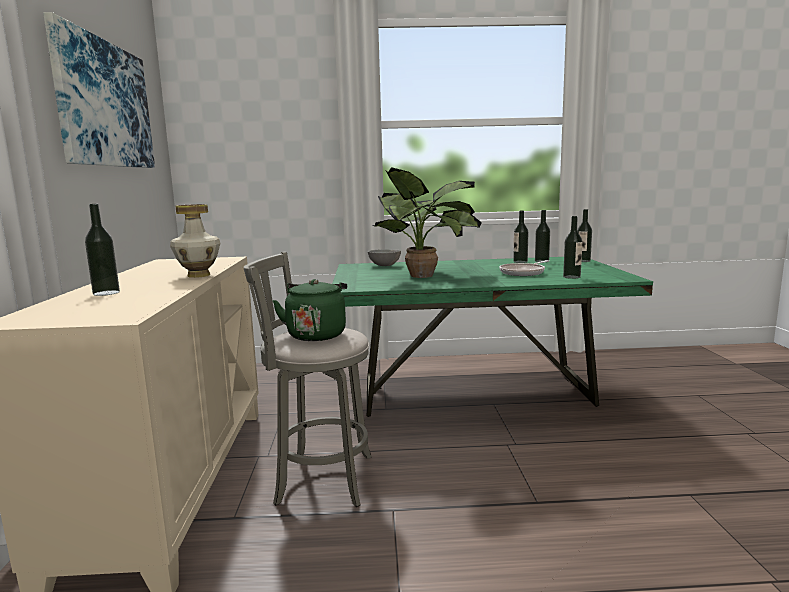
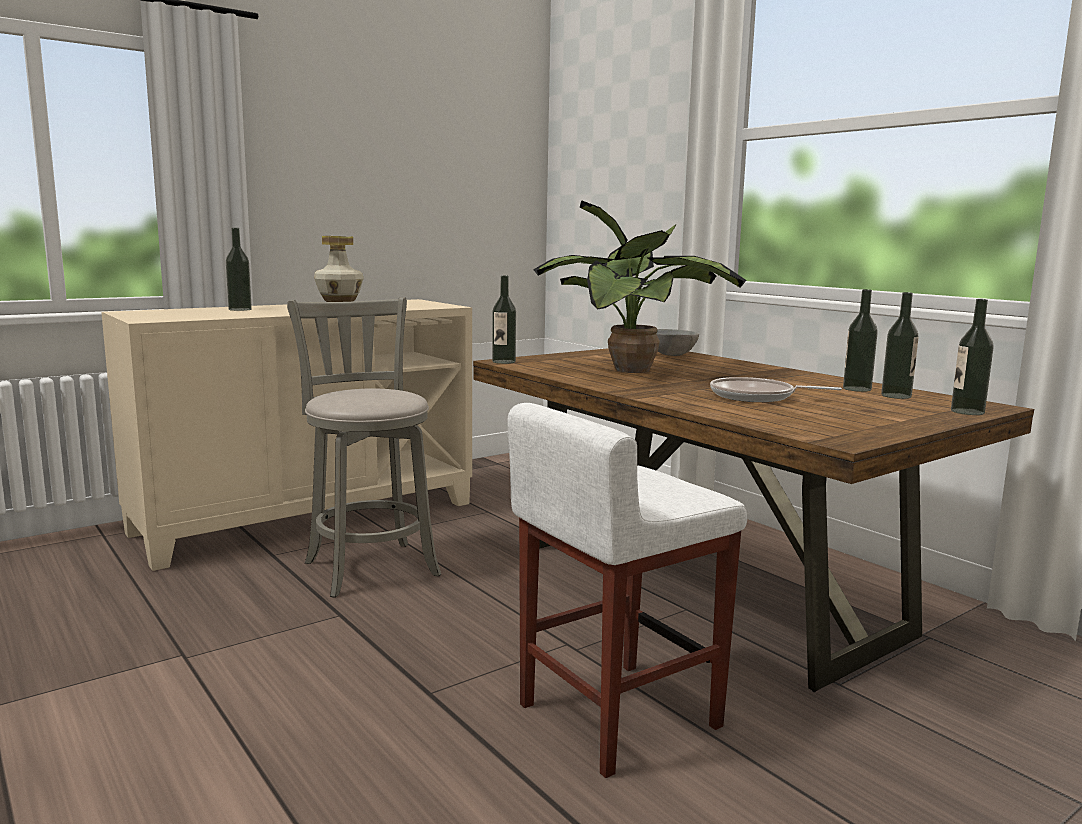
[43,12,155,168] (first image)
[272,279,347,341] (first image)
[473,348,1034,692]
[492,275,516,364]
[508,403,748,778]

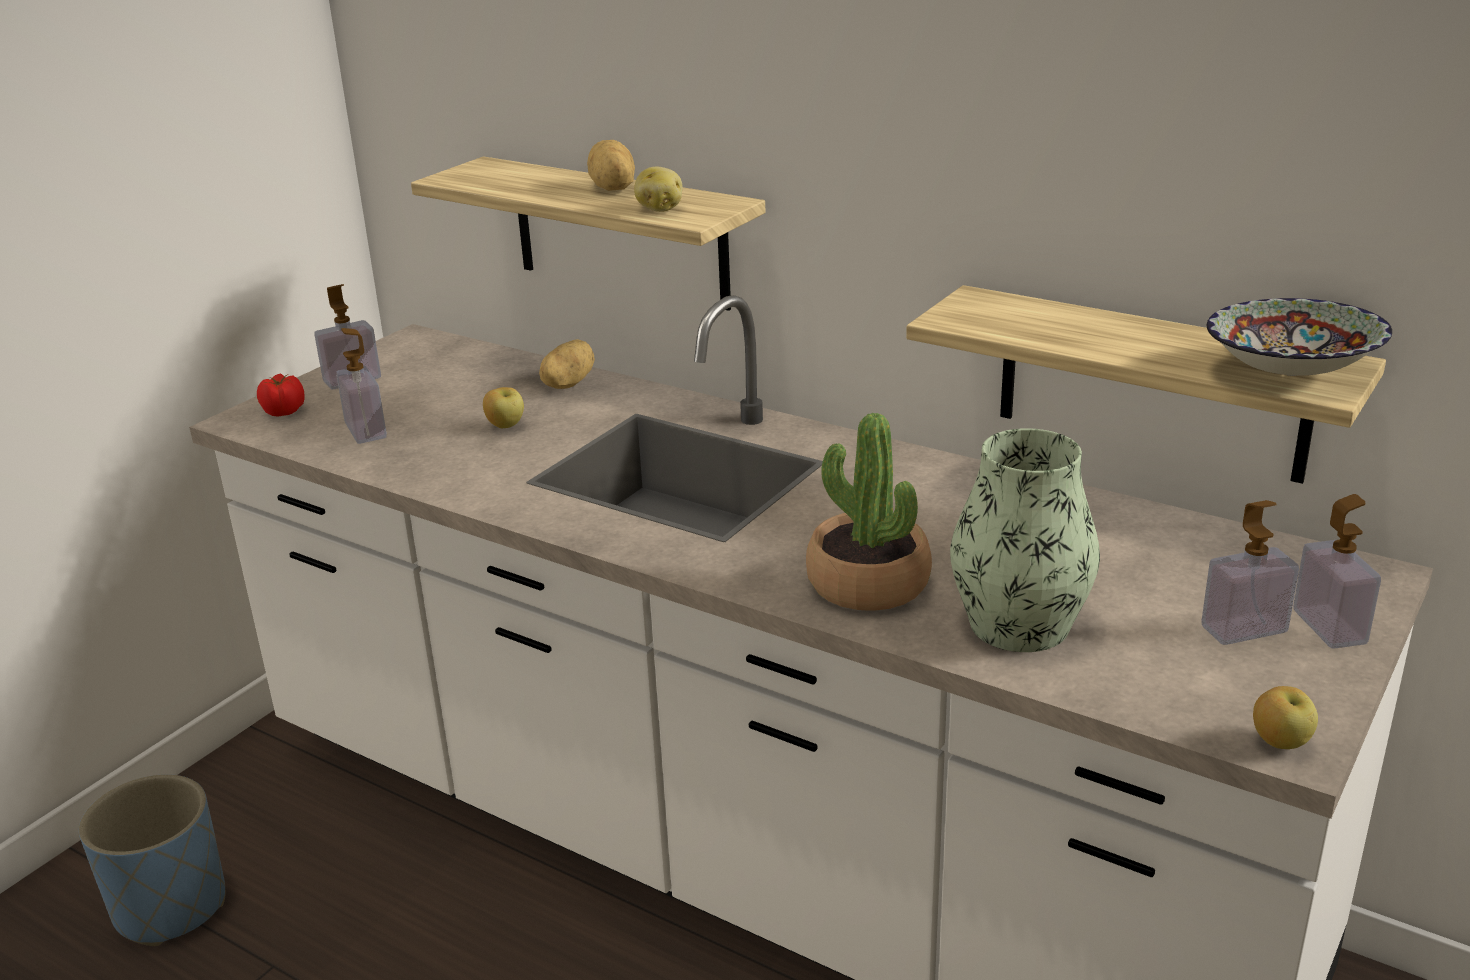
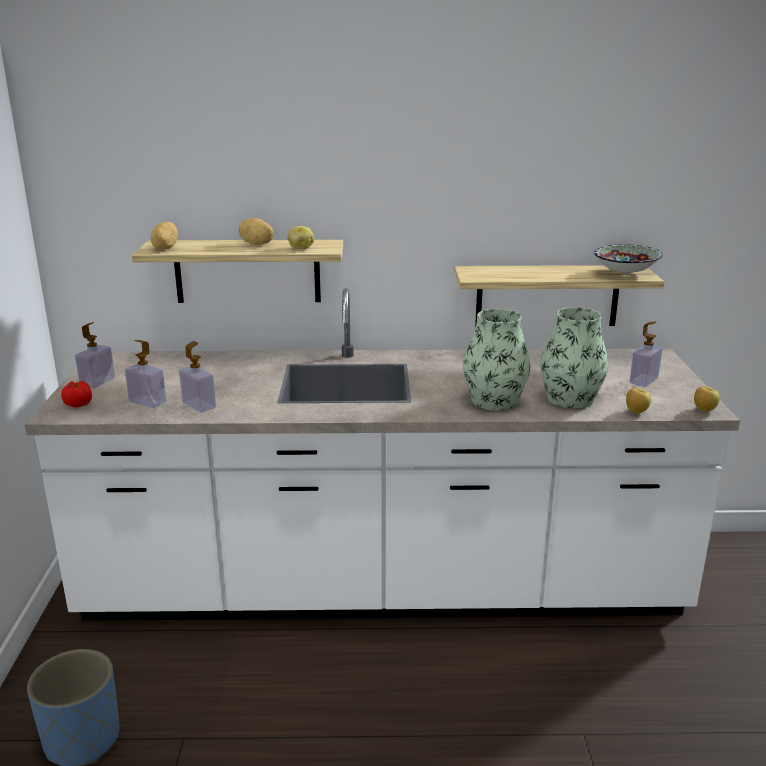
[626,388,651,413]
[151,222,178,249]
[463,309,531,411]
[179,341,216,412]

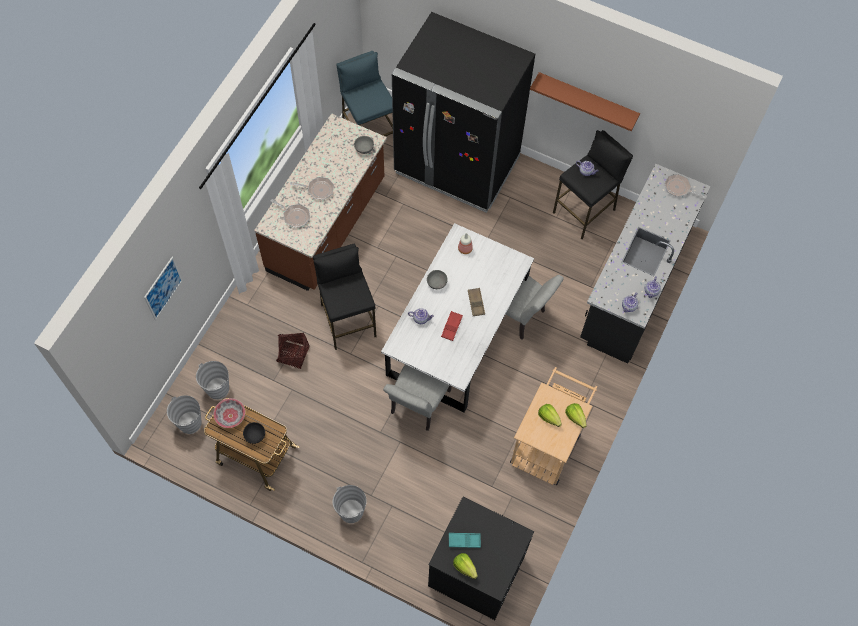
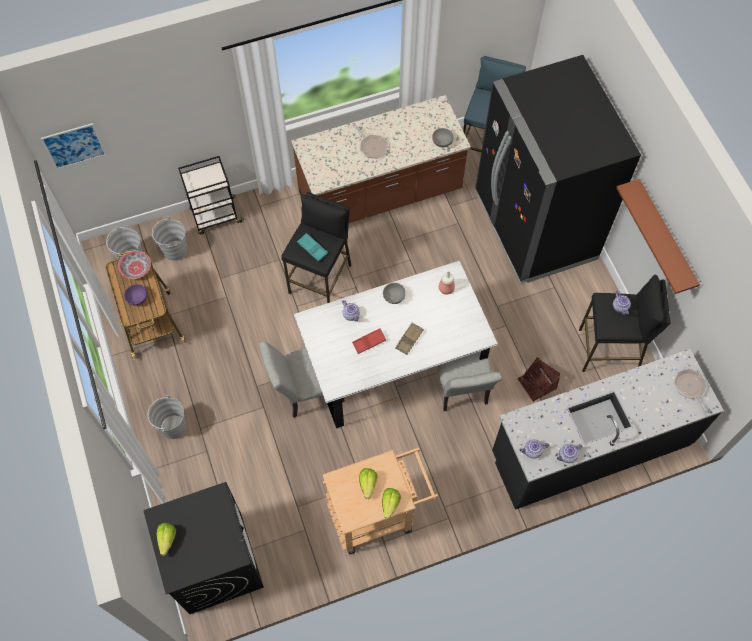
[41,123,106,170]
[124,284,147,305]
[271,199,310,228] (first image)
[518,357,560,402]
[297,233,328,262]
[178,156,244,235]

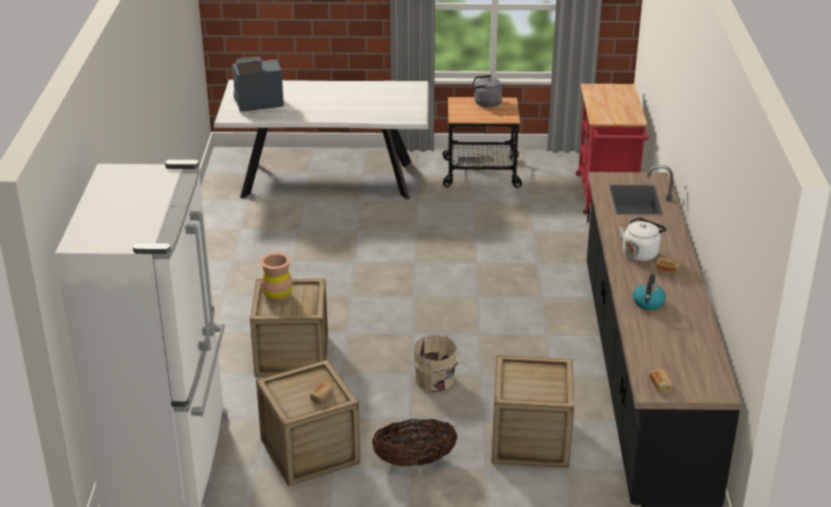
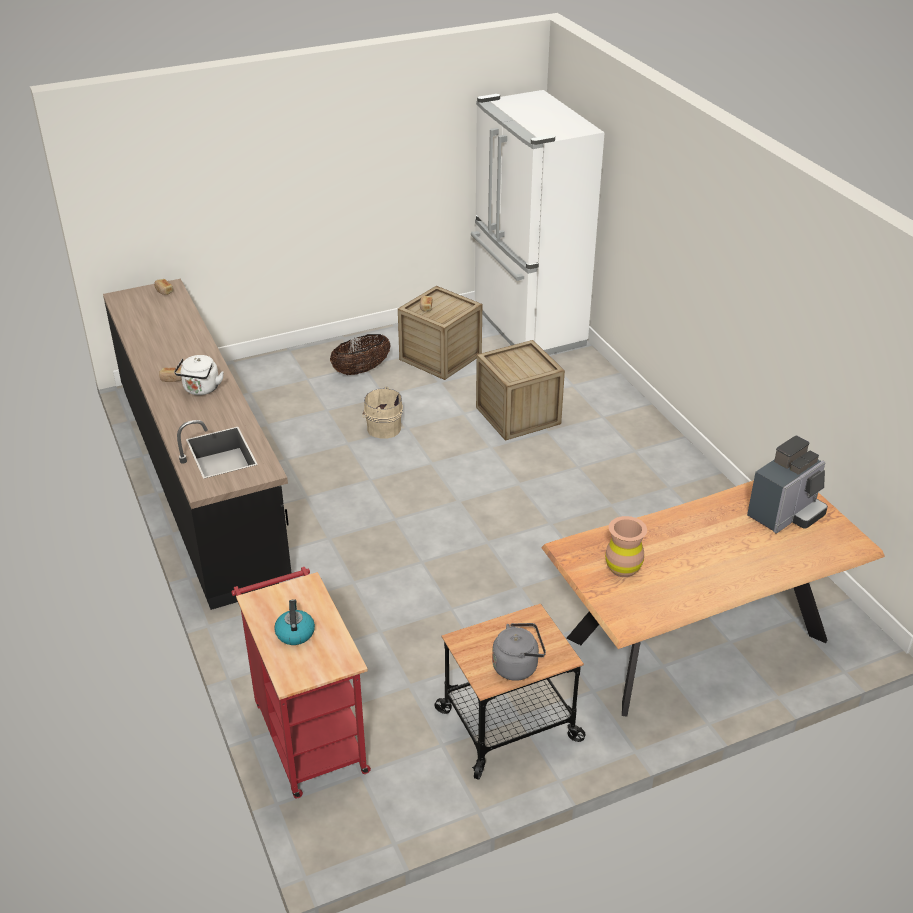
[541,480,885,716]
[605,516,647,577]
[492,355,574,468] (first image)
[274,599,315,645]

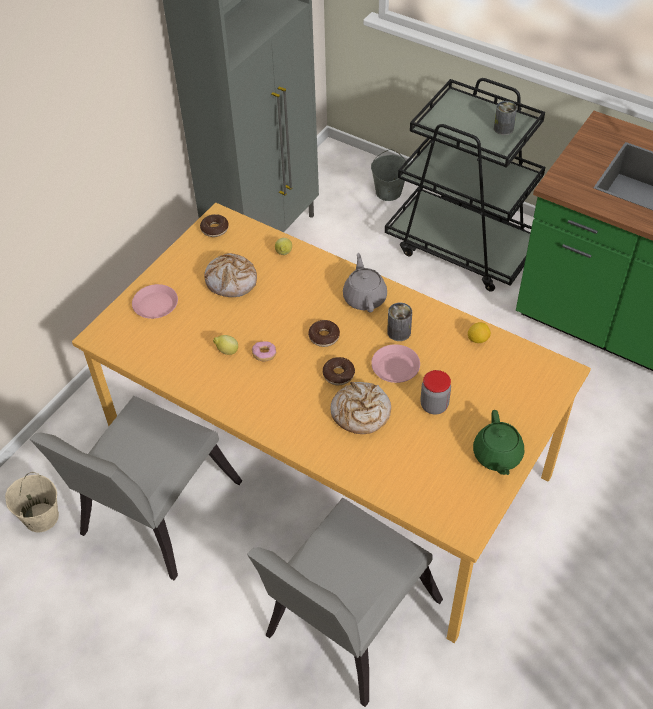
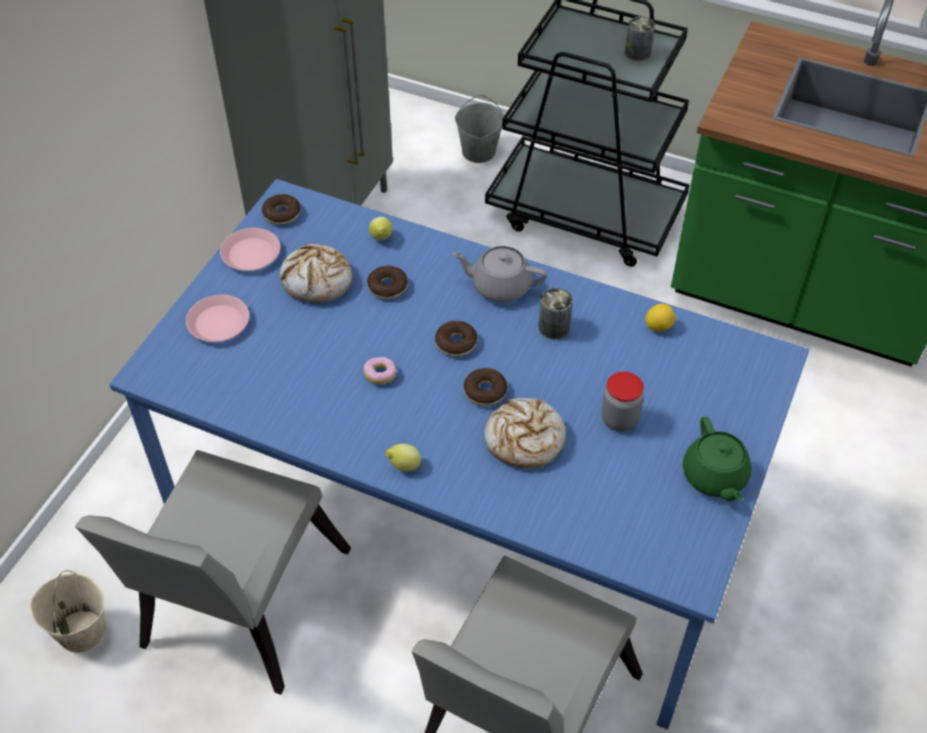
[109,179,809,730]
[385,444,421,472]
[452,246,547,302]
[220,228,280,271]
[367,266,408,299]

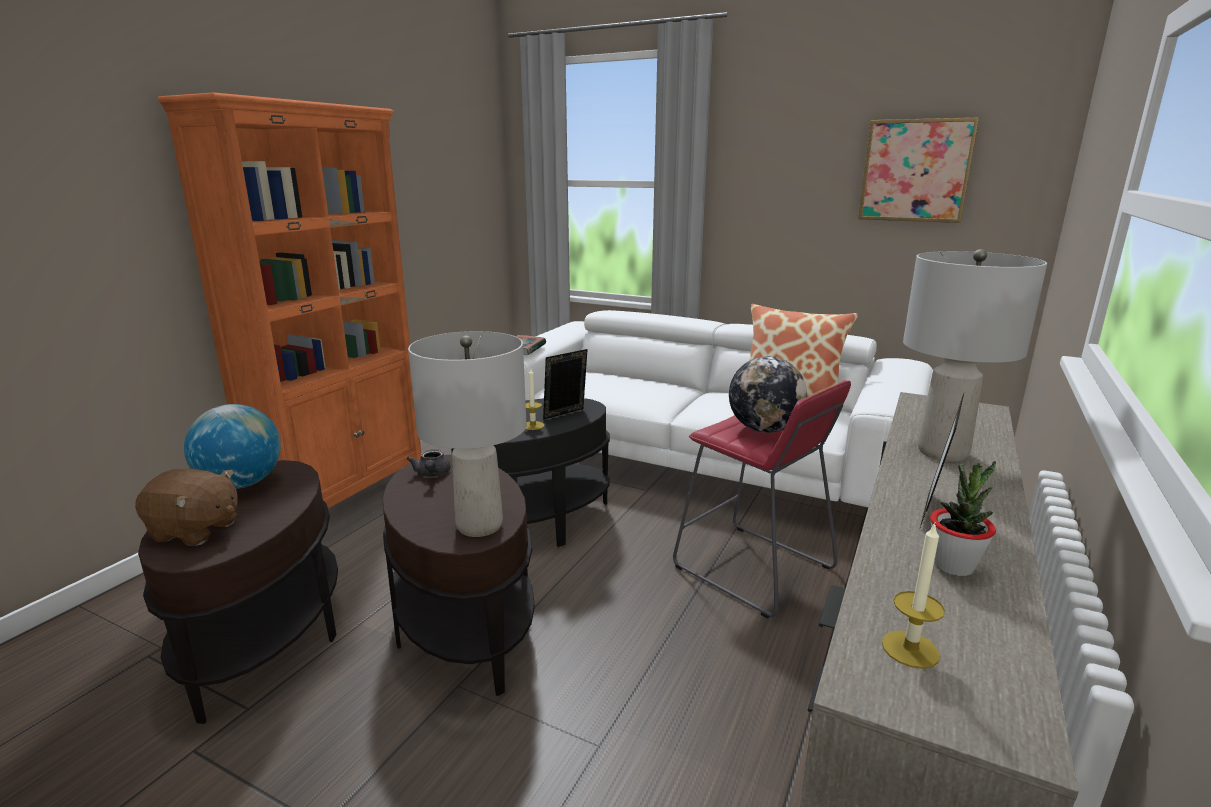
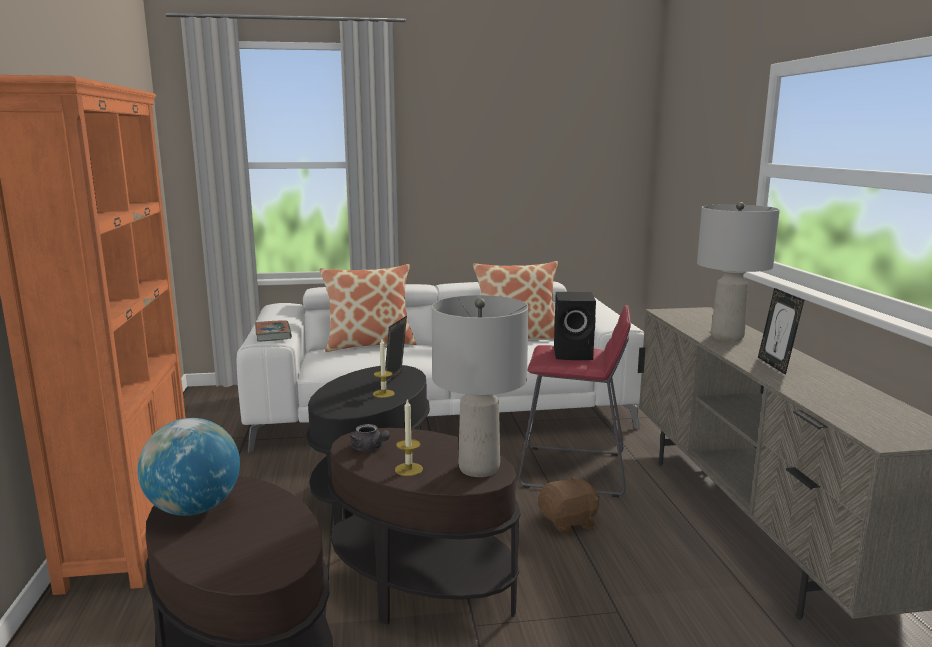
[538,476,599,534]
[554,292,596,360]
[858,117,979,223] (first image)
[395,398,423,476]
[930,461,996,576] (first image)
[320,264,416,352]

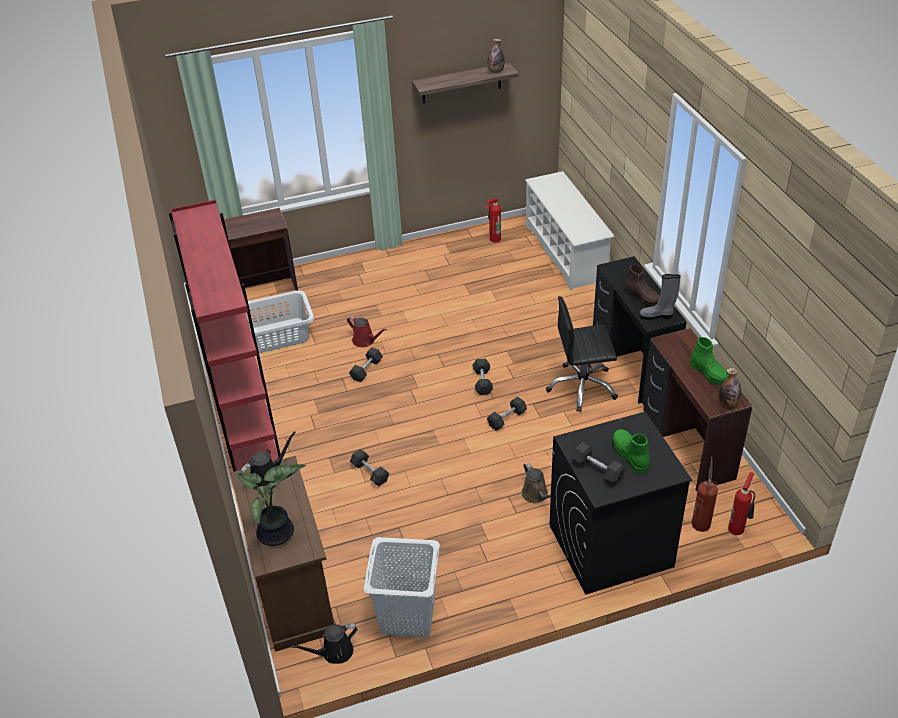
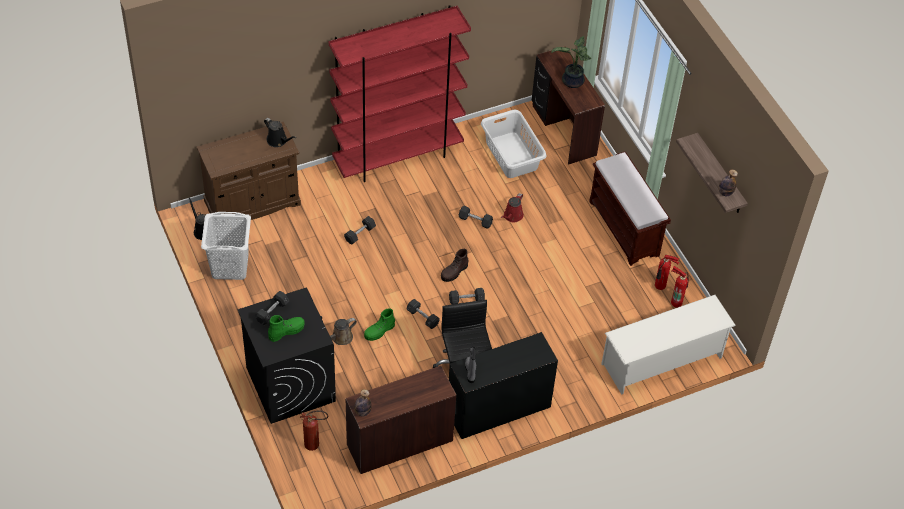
[551,36,591,88]
[441,249,469,282]
[364,308,395,341]
[655,255,679,290]
[589,152,671,266]

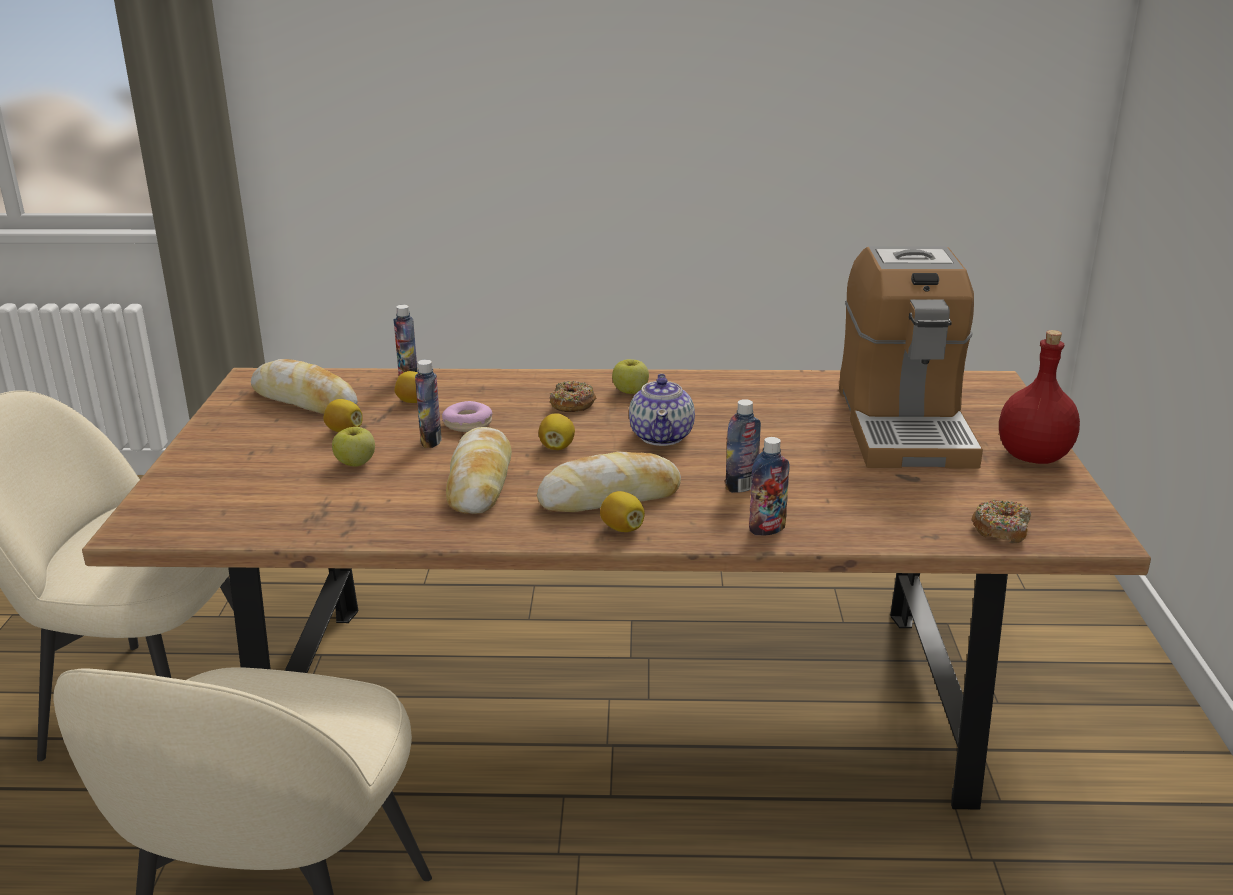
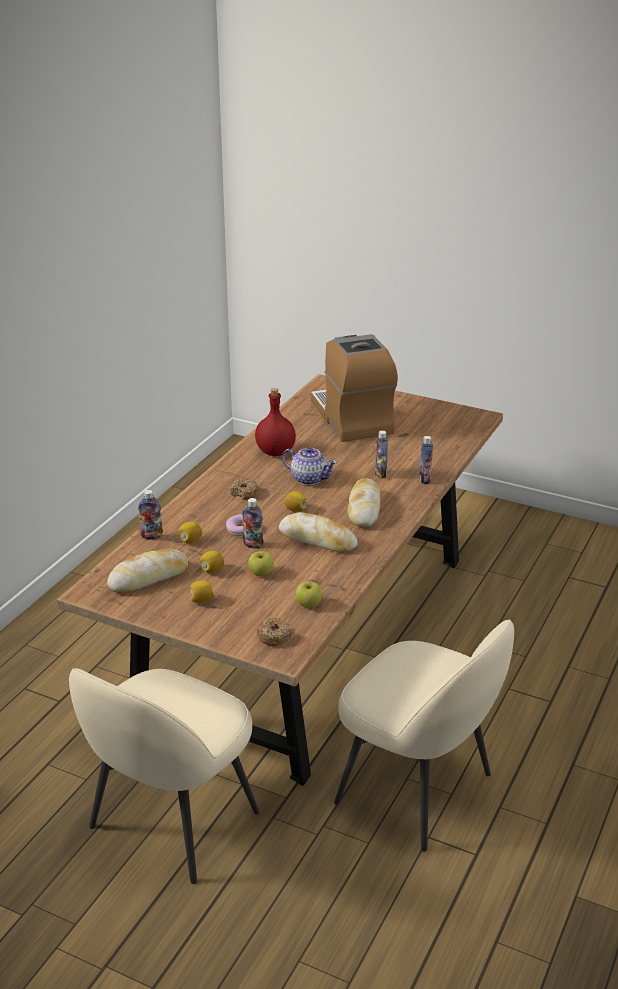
[190,580,214,603]
[296,581,322,607]
[310,334,398,442]
[257,617,292,646]
[255,388,296,456]

